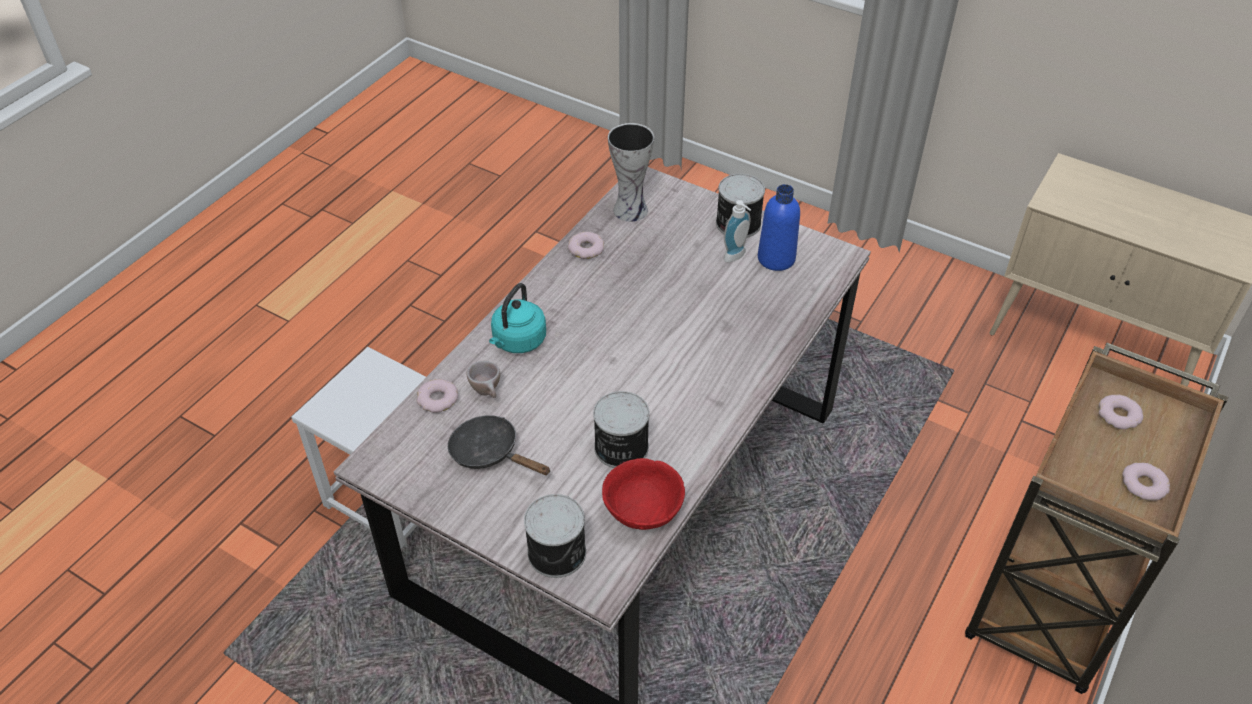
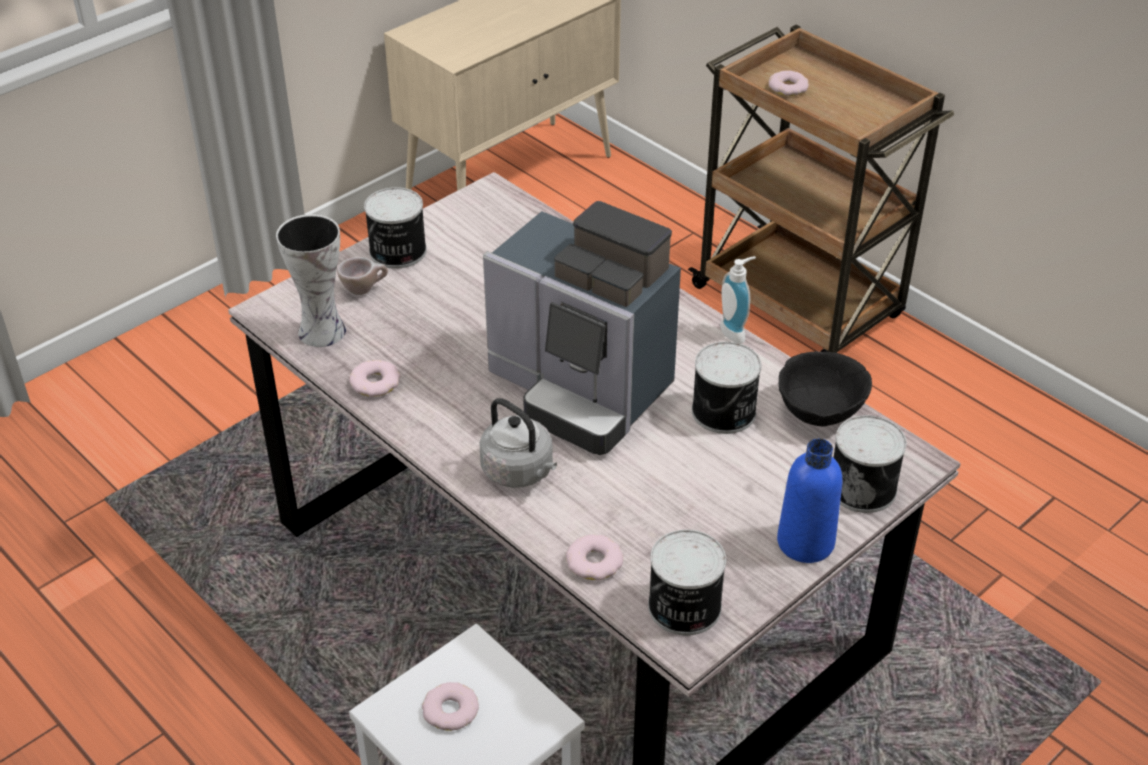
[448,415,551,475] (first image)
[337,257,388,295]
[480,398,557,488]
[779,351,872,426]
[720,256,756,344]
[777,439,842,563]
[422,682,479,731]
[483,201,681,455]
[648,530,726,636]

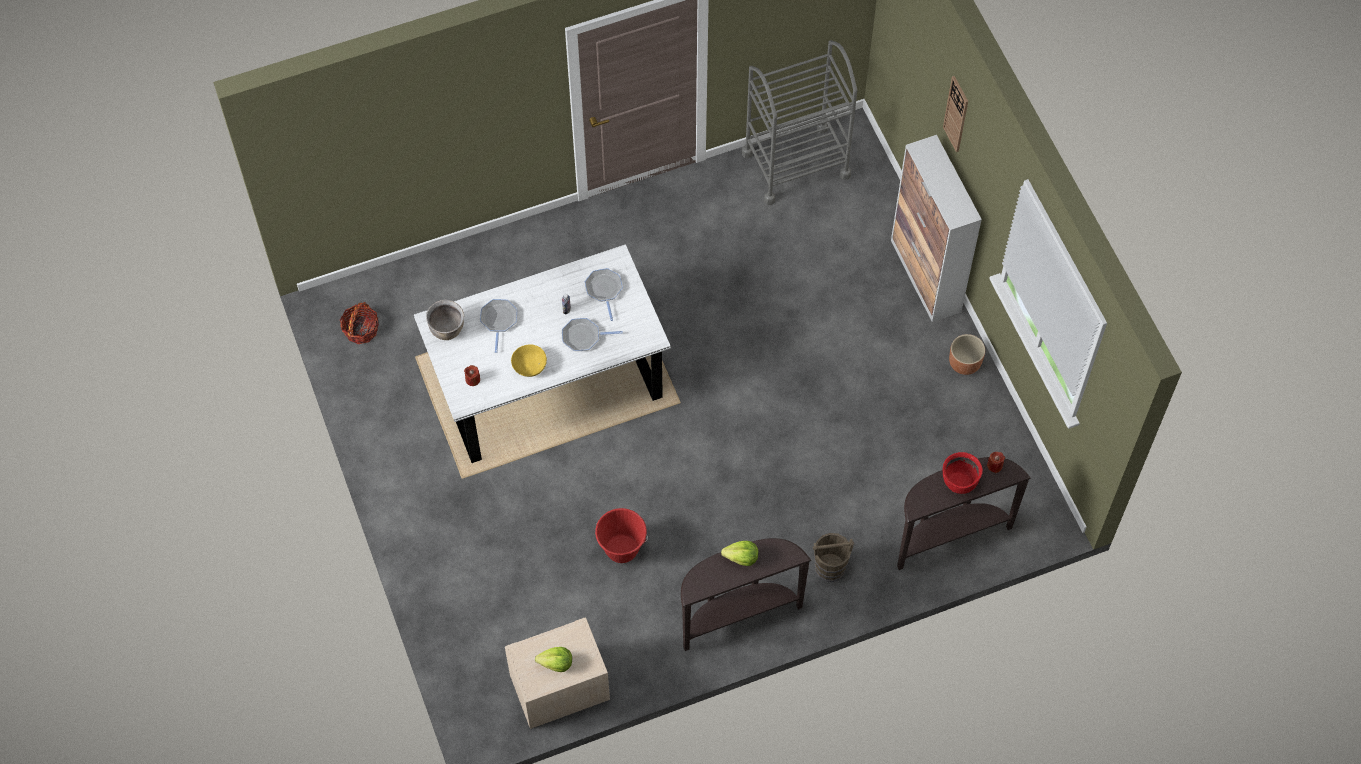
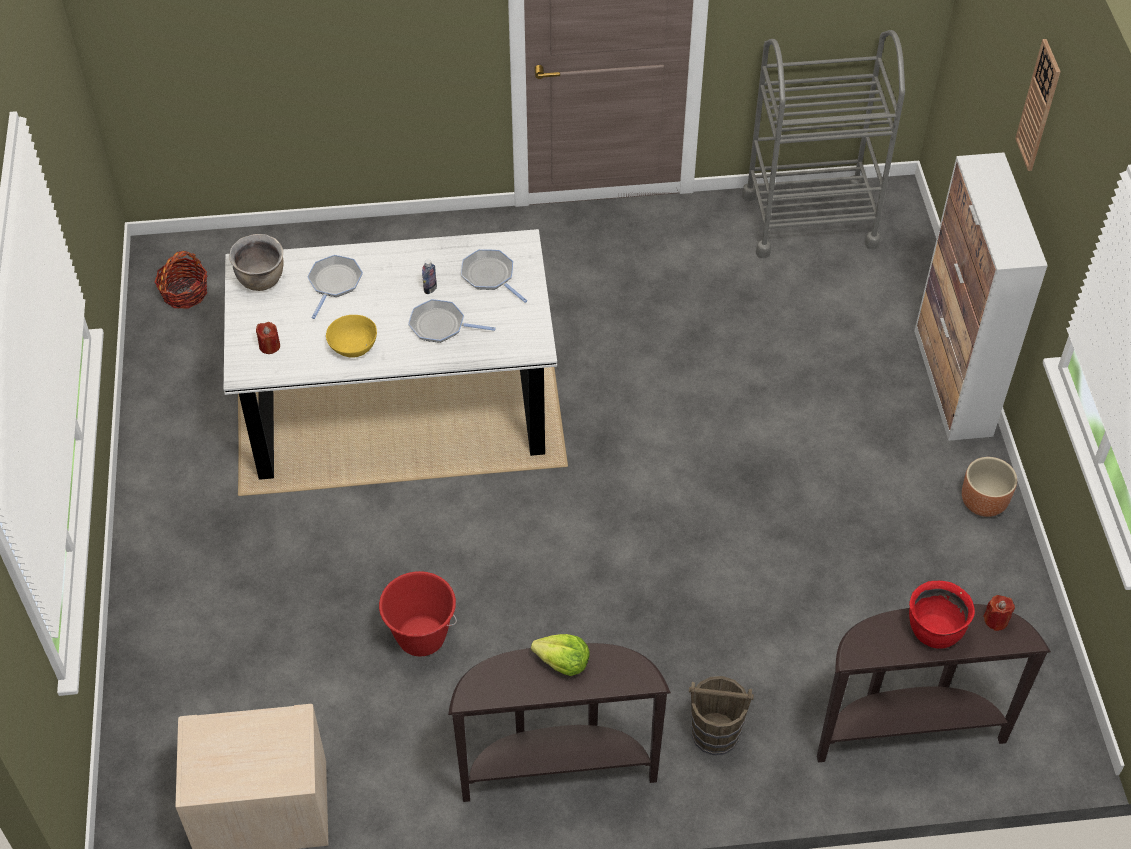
[535,647,572,672] (first image)
[461,249,527,303]

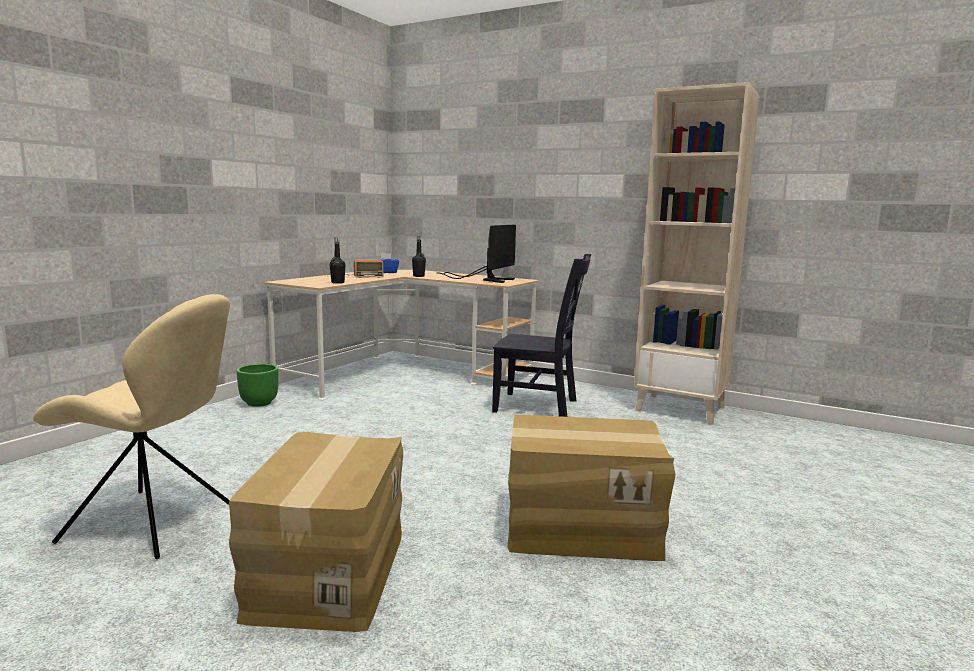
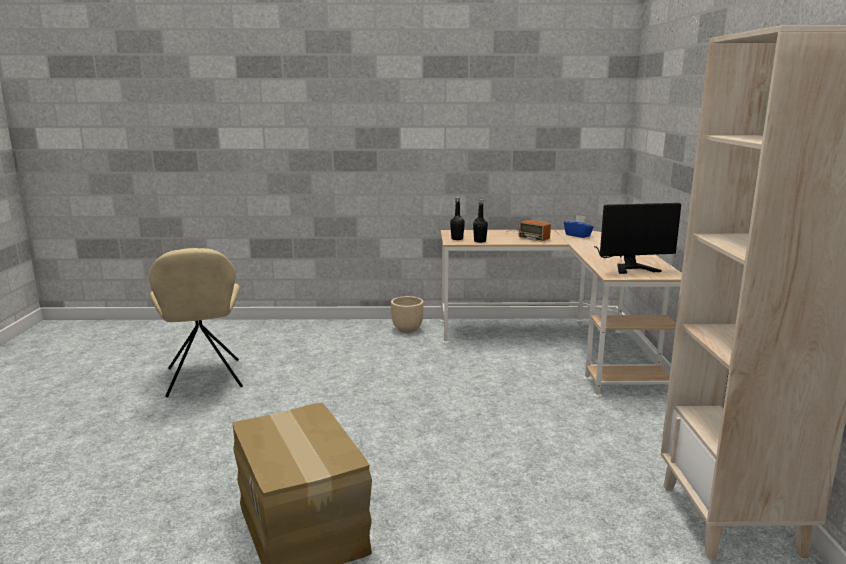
[229,432,403,632] (first image)
[391,296,424,333]
[450,197,465,240]
[492,254,591,417] (first image)

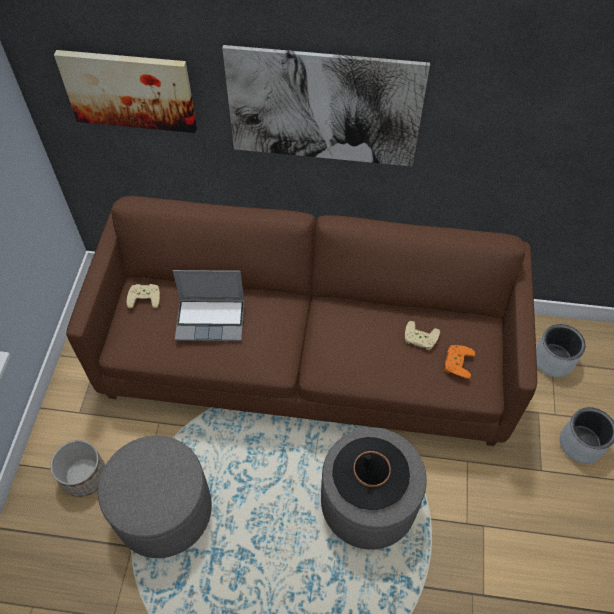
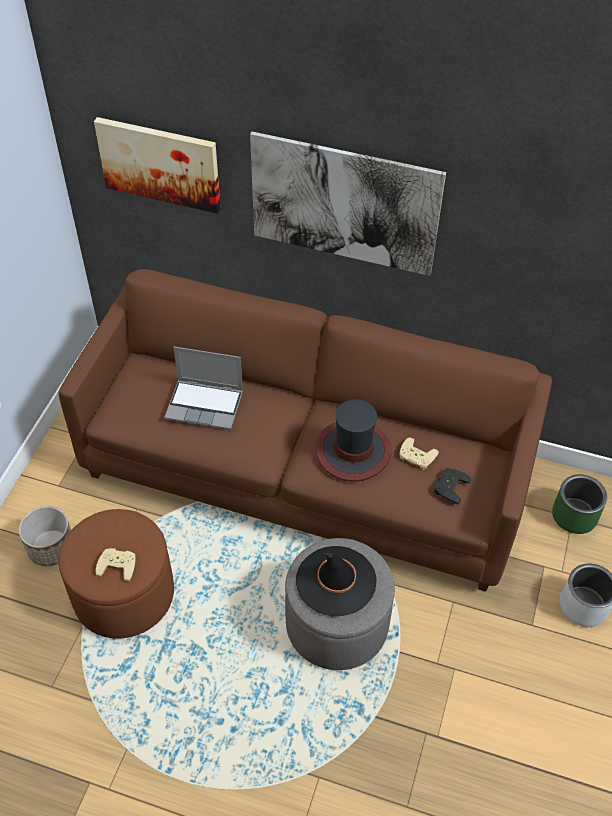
[59,509,174,639]
[95,548,135,581]
[434,468,471,504]
[552,474,607,534]
[316,399,392,482]

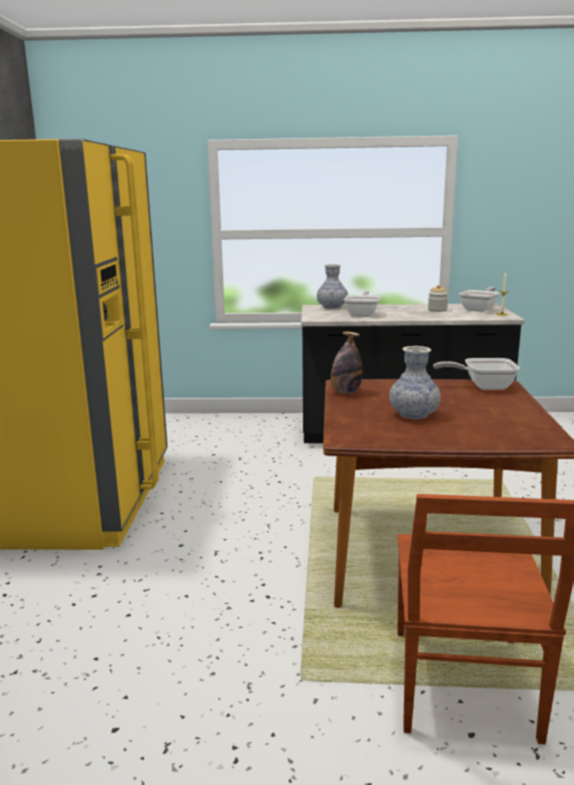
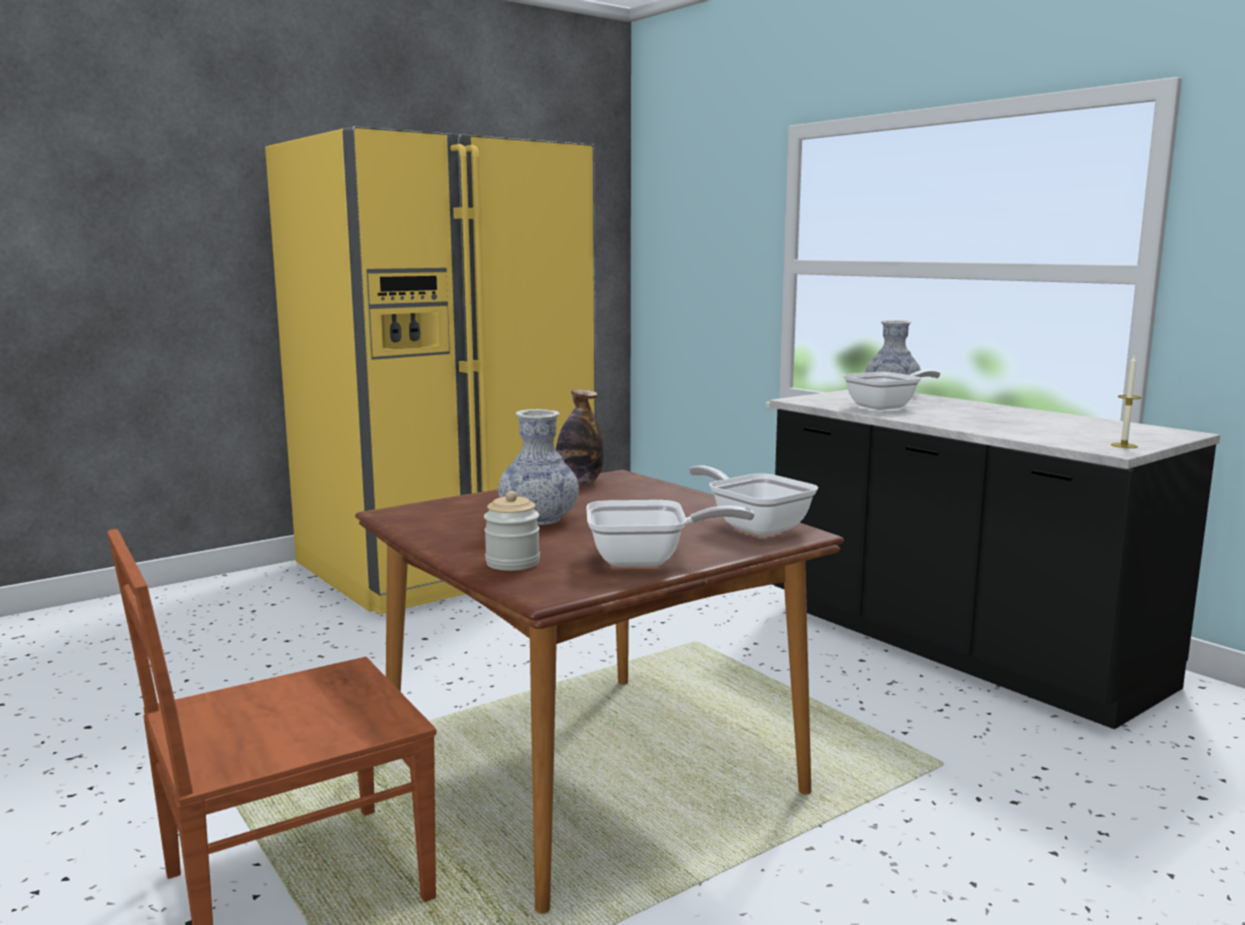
[484,491,540,571]
[586,500,755,567]

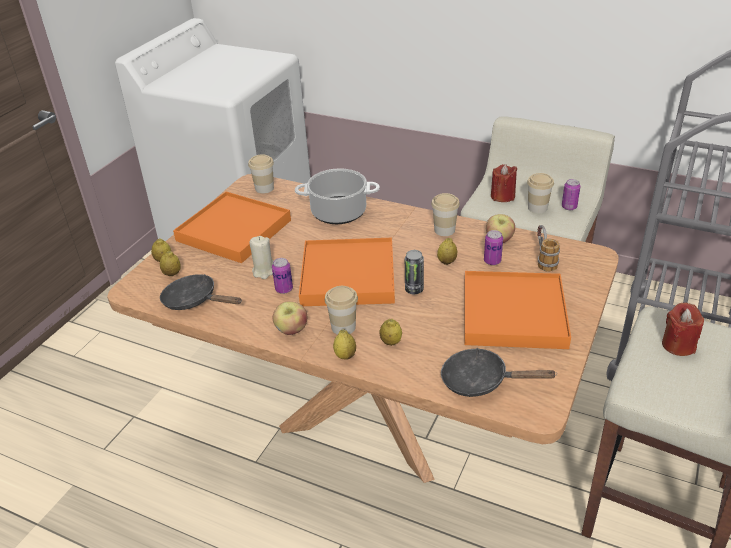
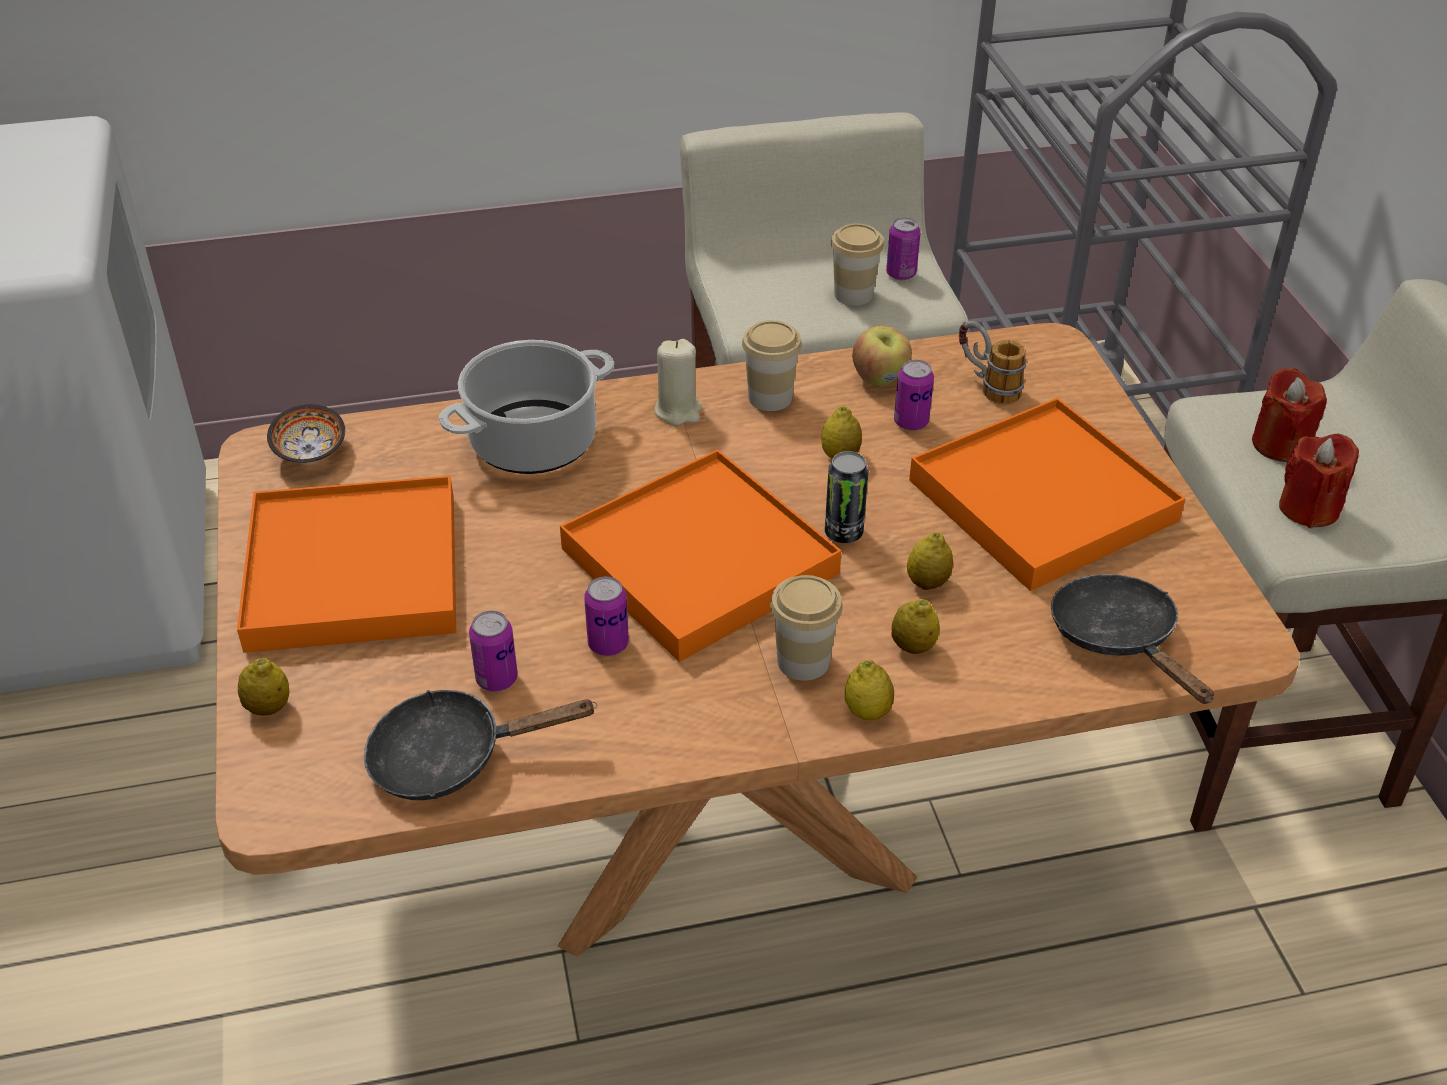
[907,532,953,590]
[267,404,345,464]
[654,339,702,426]
[273,301,307,335] (first image)
[1051,574,1214,704]
[1279,434,1359,529]
[469,611,518,691]

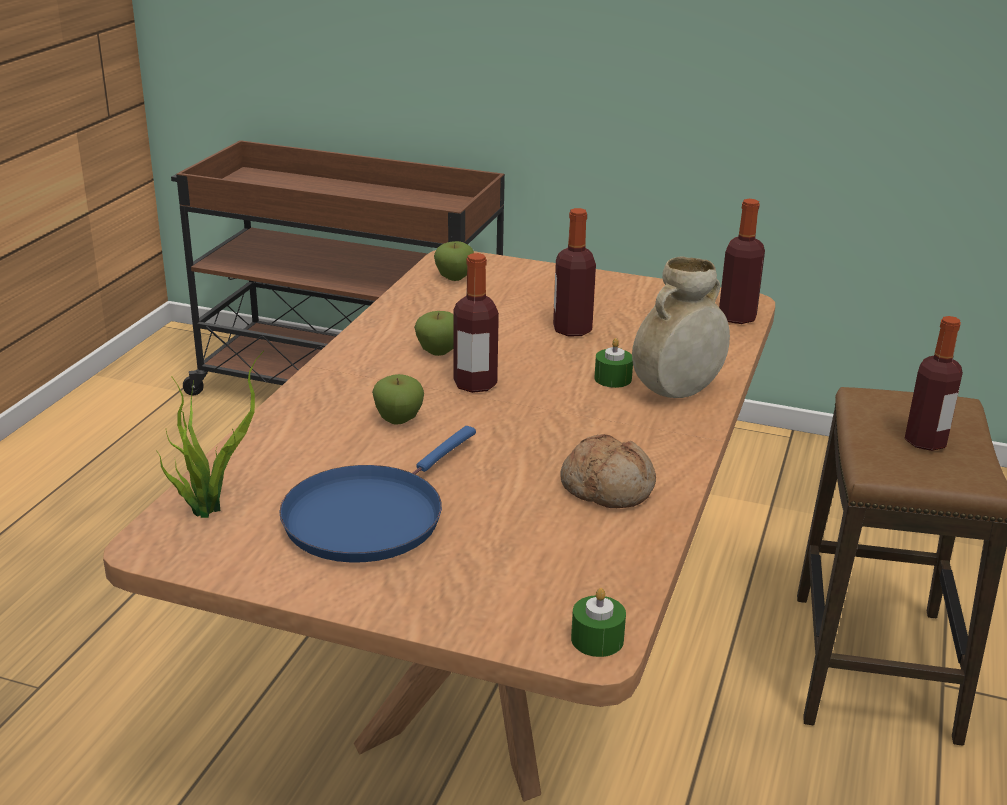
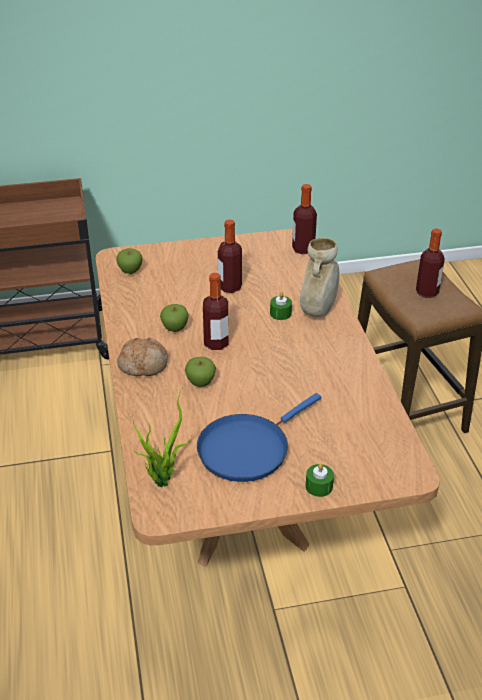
[197,393,321,482]
[117,337,168,376]
[306,463,334,497]

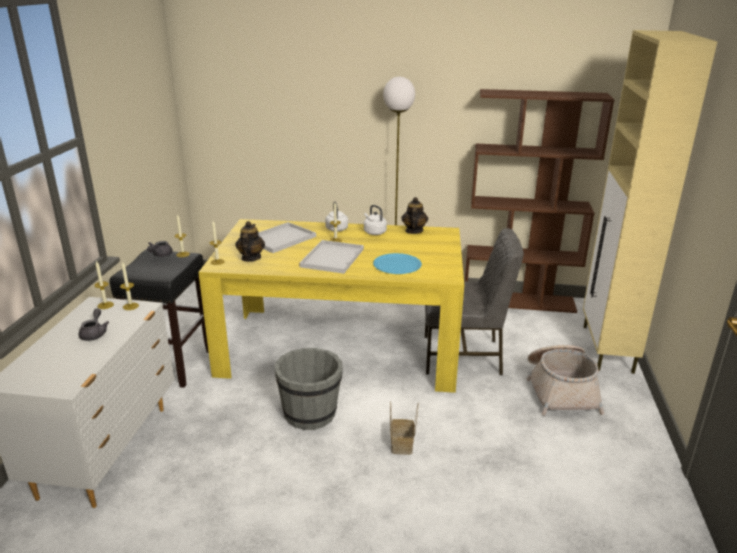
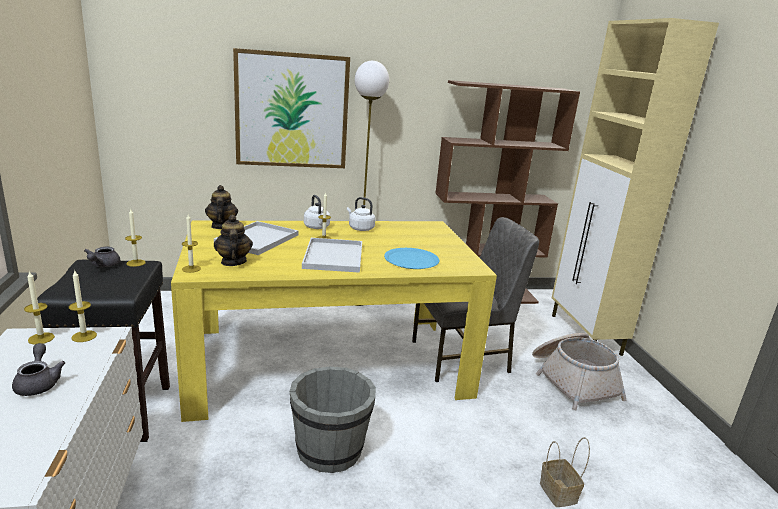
[540,437,590,507]
[205,185,238,229]
[233,48,350,168]

